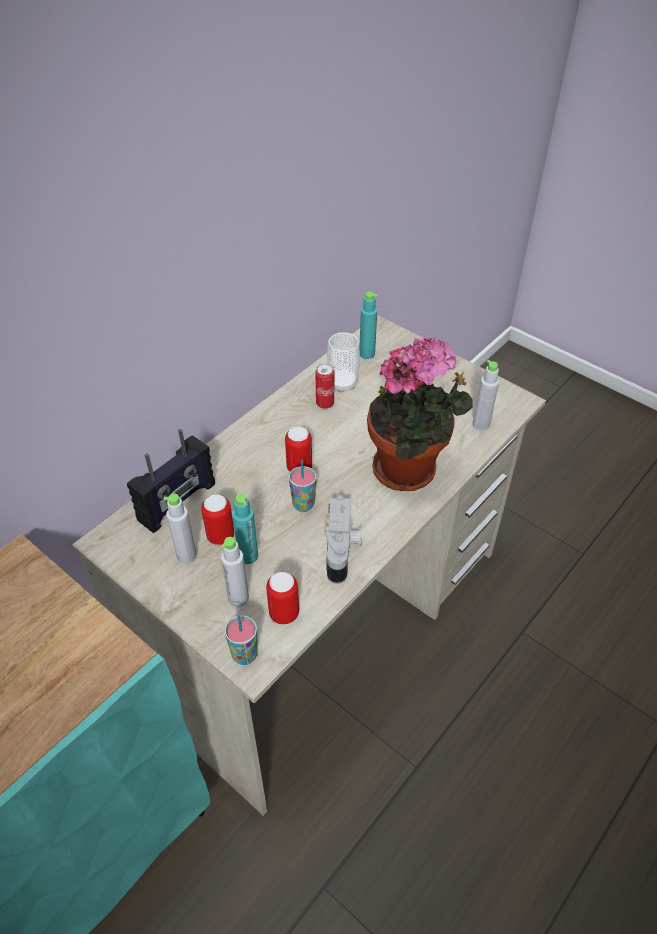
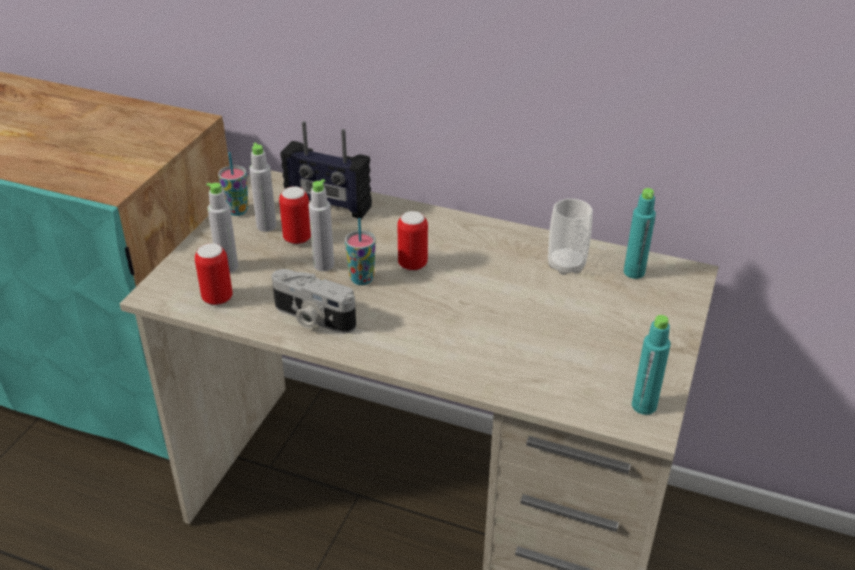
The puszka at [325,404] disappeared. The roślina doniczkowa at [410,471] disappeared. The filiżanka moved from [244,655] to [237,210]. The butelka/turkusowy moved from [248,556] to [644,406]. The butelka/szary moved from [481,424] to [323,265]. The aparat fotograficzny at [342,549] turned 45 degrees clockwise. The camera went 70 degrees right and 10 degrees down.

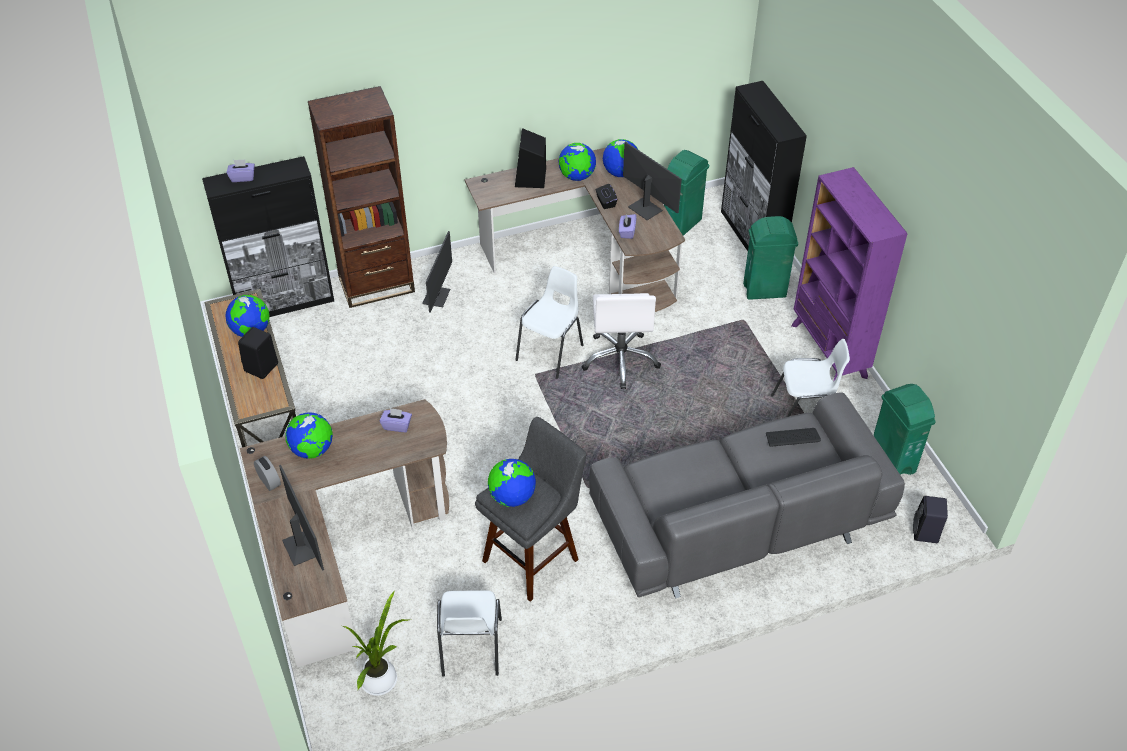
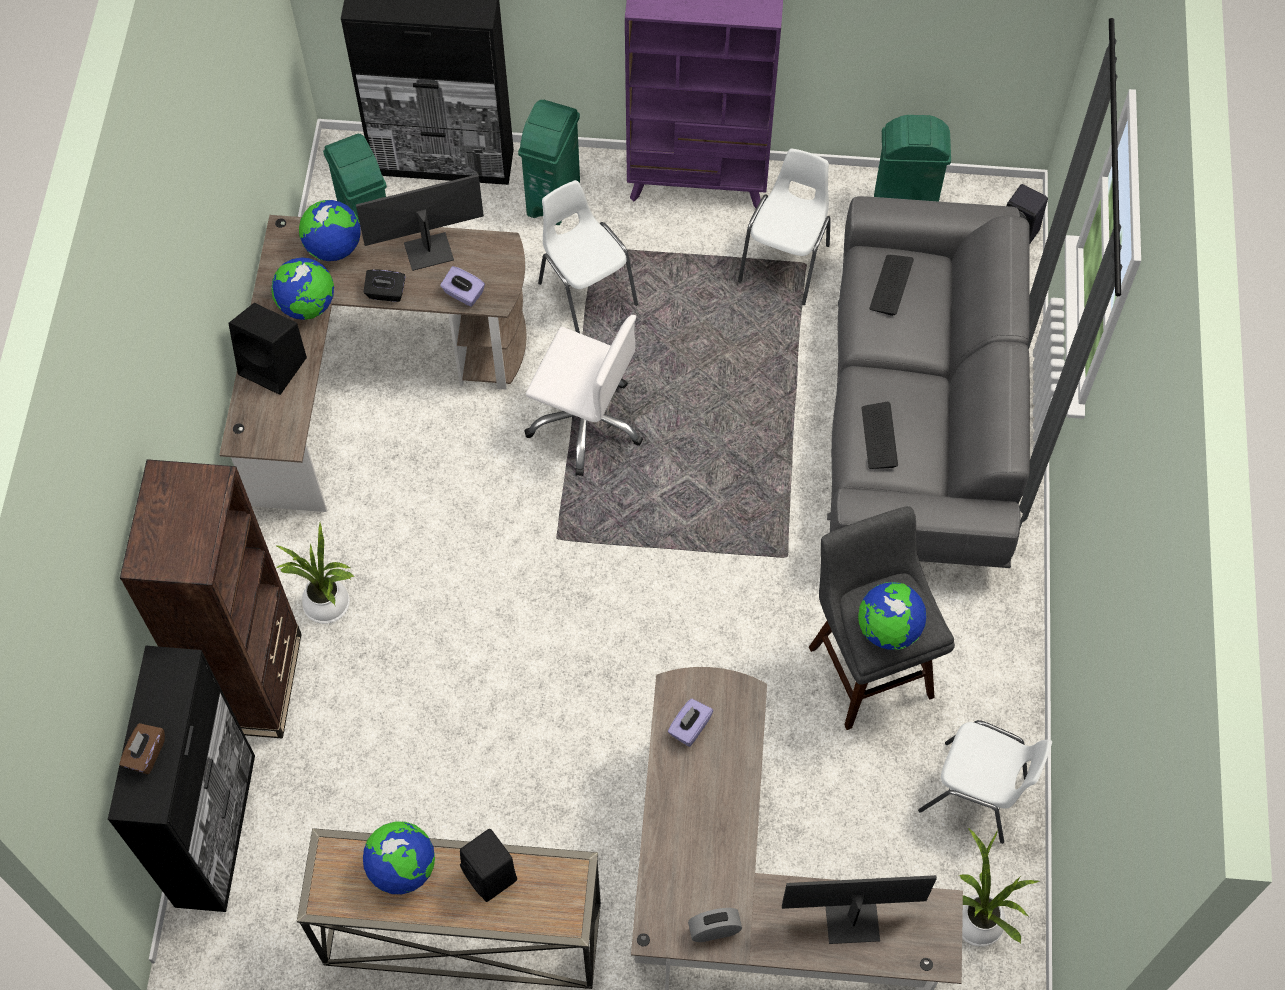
The globus at [312,450] disappeared. The klawiatura at [879,437] appeared. The krzesło/biały moved from [551,352] to [586,292]. The monitor at [437,296] was replaced by the roślina doniczkowa at [329,606]. The pudełko chusteczek/fioletowy at [242,177] became the pudełko chusteczek/brązowy at [146,754]. The camera went 65 degrees left and 15 degrees up.

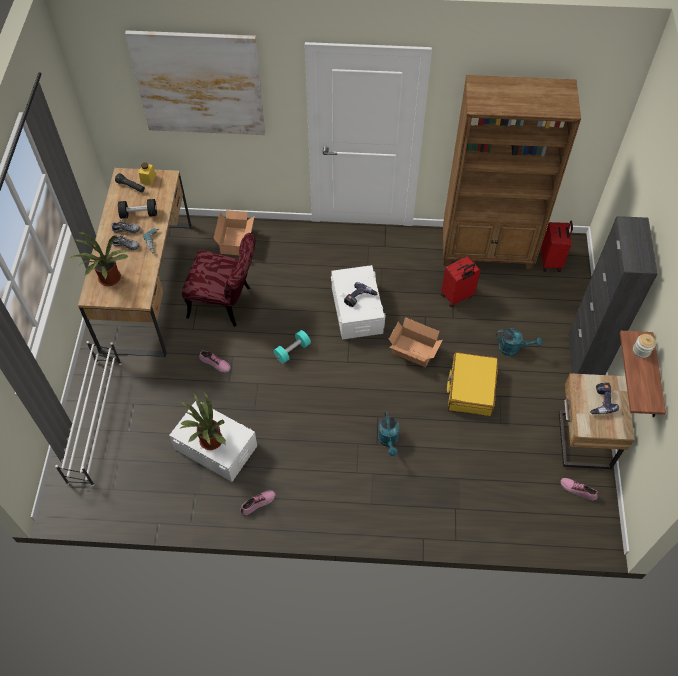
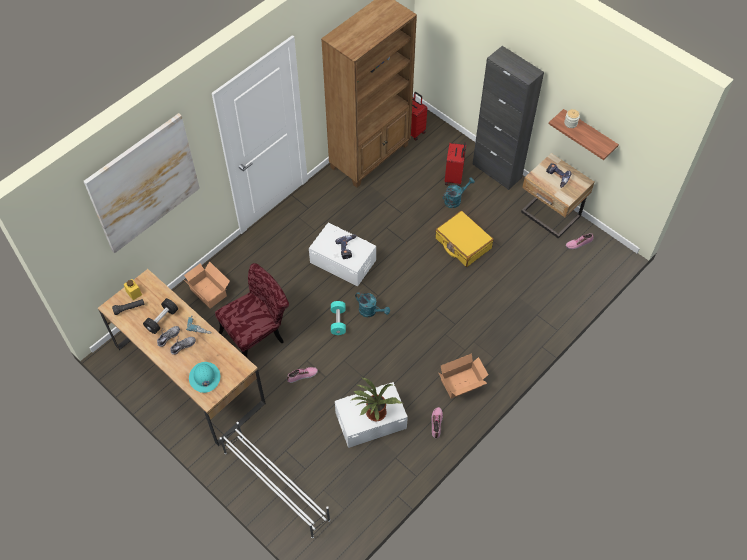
The konewka/turkusowy moved from [388,441] to [370,311]. The karton moved from [413,352] to [462,384]. The walizka/czerwony moved from [457,296] to [454,177]. The roślina doniczkowa at [109,280] was replaced by the kask/turkusowy at [204,377]. The camera went 50 degrees left and 0 degrees up.

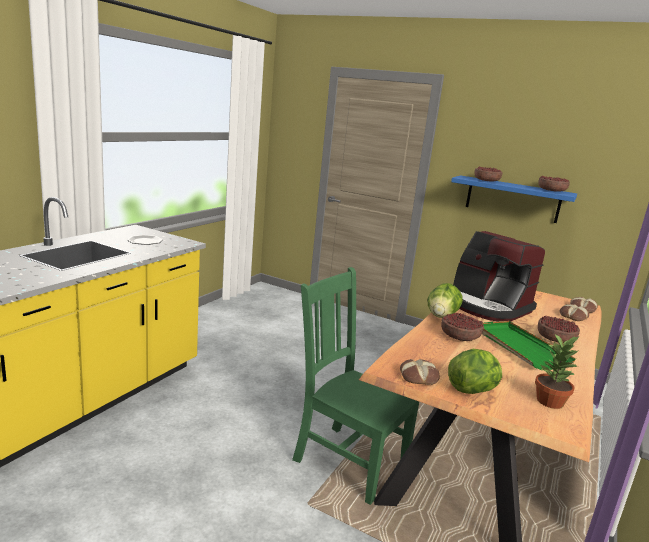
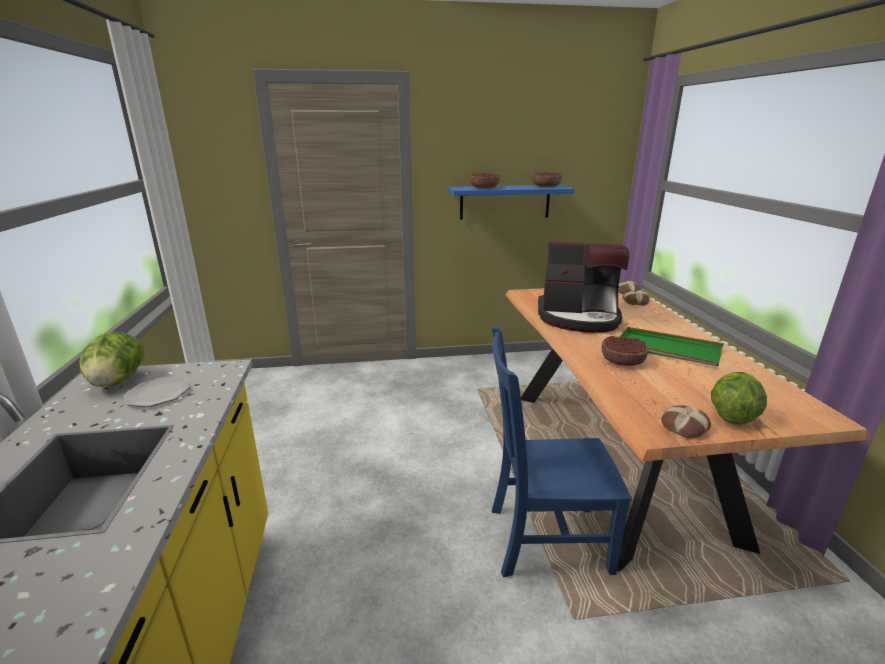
The roślina doniczkowa at [550,402] disappeared. The miska at [555,338] disappeared. The sałata moved from [441,316] to [117,381]. The krzesło/zielony at [347,460] became the krzesło/niebieski at [543,539]. The camera went 35 degrees left and 5 degrees up.

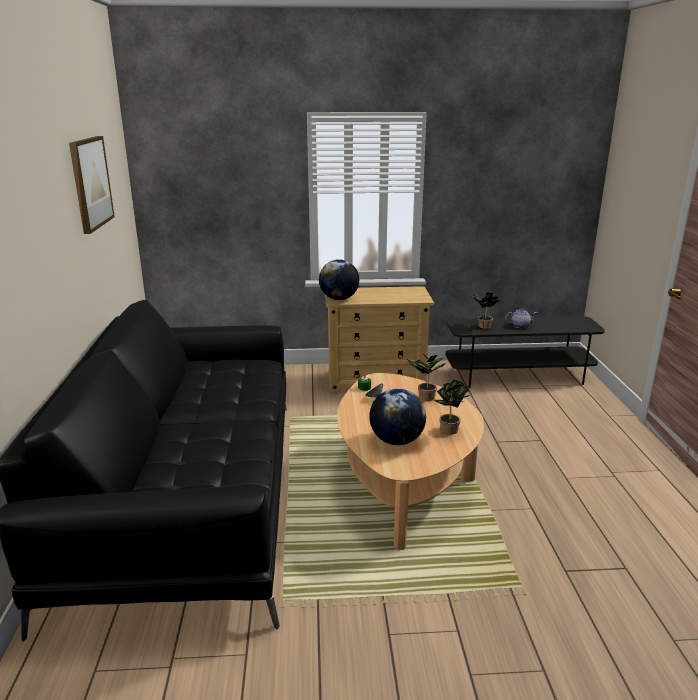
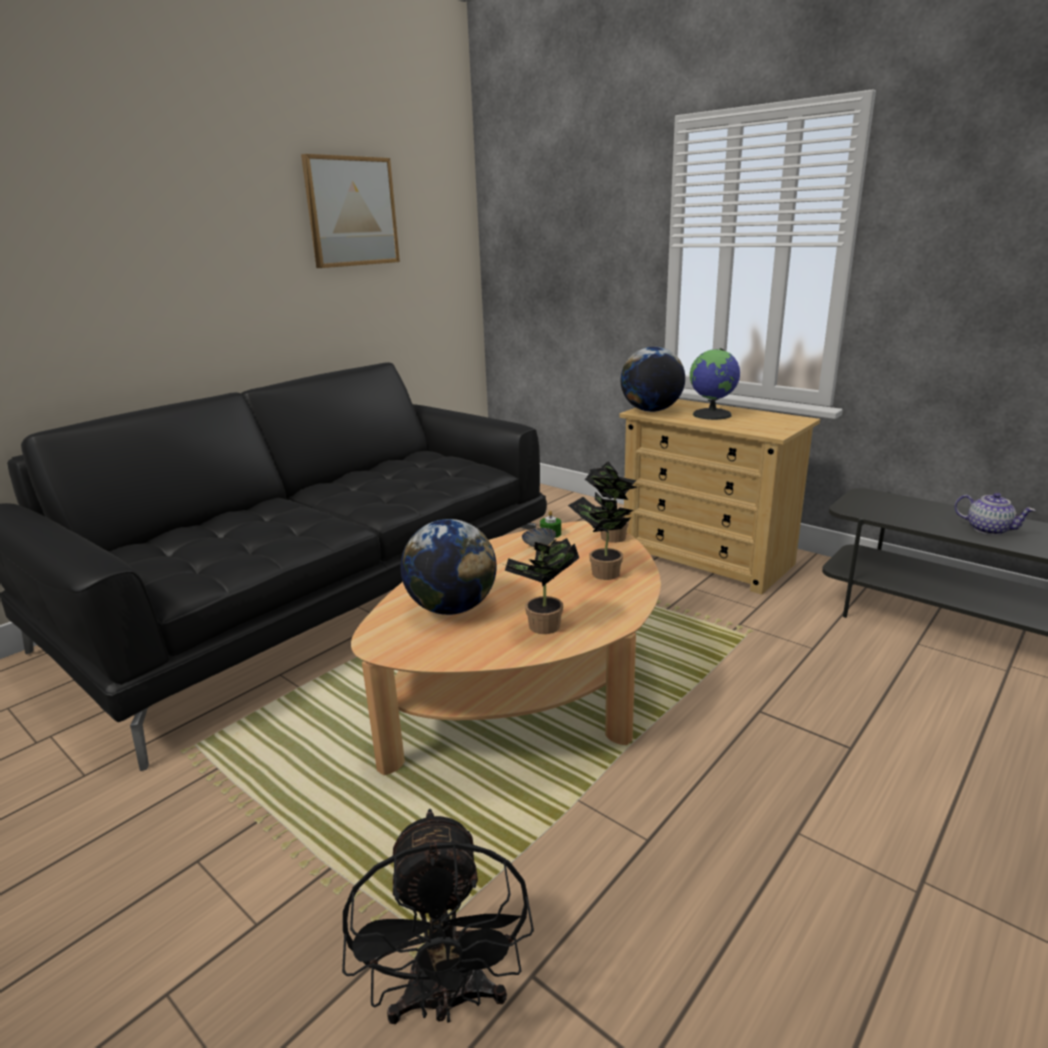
The wentylator/czarny at [447,1000] appeared. The globus at [712,414] appeared. The roślina doniczkowa moved from [482,326] to [610,536]. The camera went 45 degrees right and 0 degrees up.

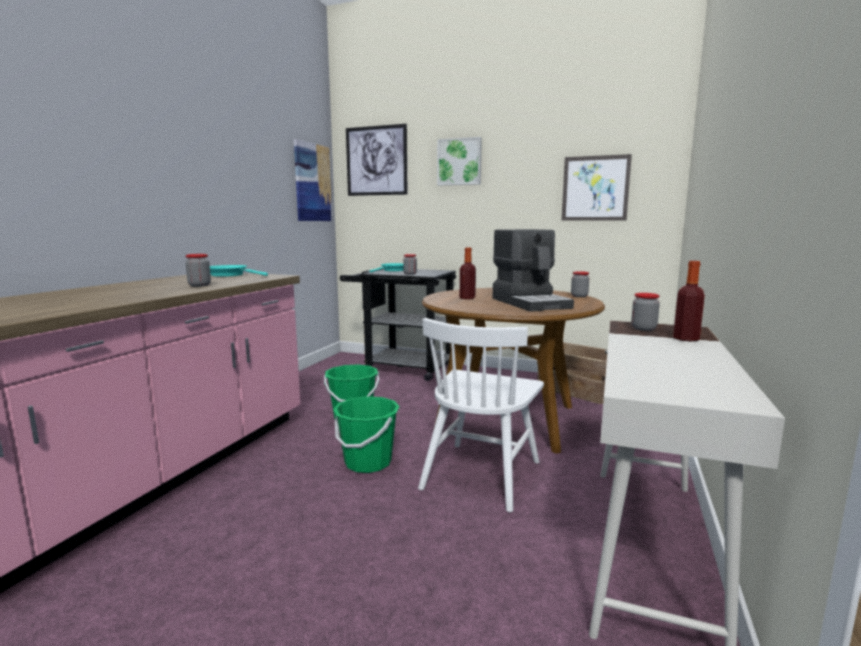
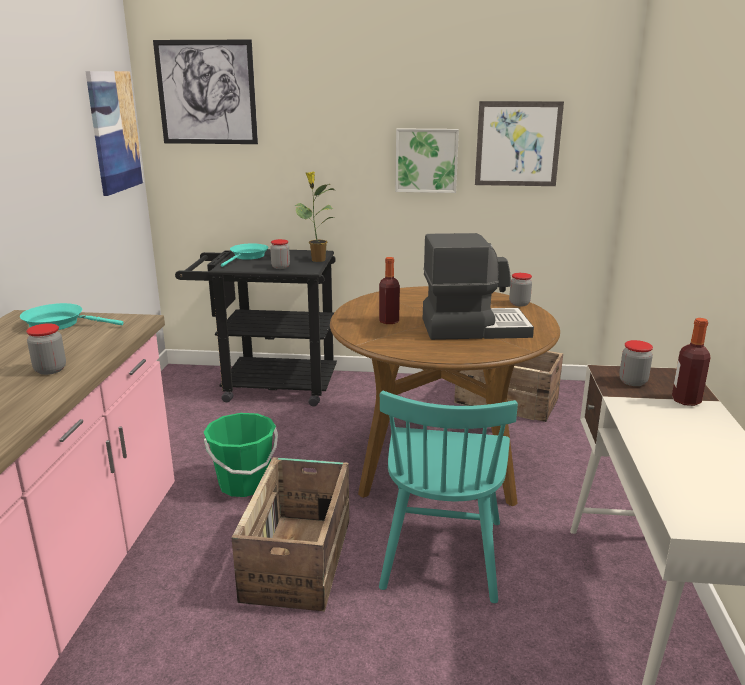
The roślina doniczkowa at [317,260] appeared. The obraz moved from [459,162] to [426,160]. The wiadro/zielony at [368,462] was replaced by the skrzynka at [299,558]. The krzesło/biały at [481,474] became the krzesło/turkusowy at [442,553]. The ekspres do kawy at [530,303] turned 60 degrees counterclockwise. The camera went 15 degrees left and 10 degrees up.

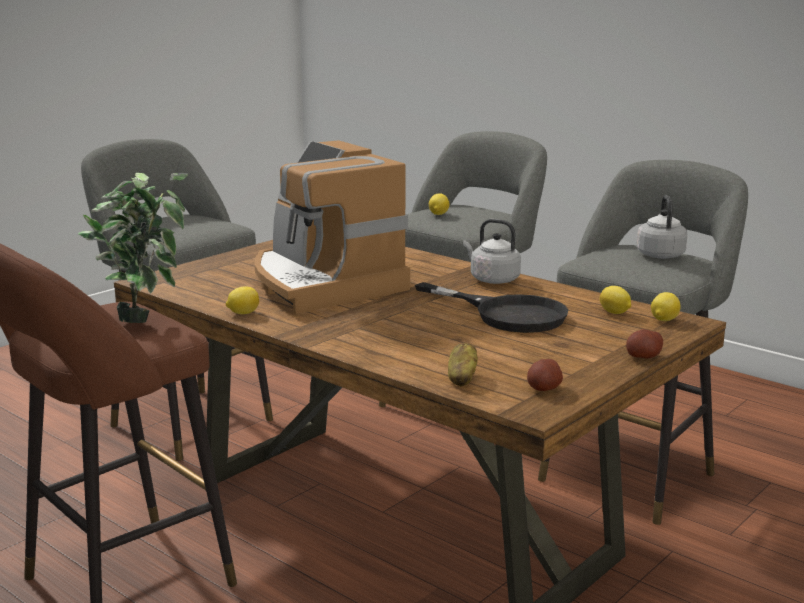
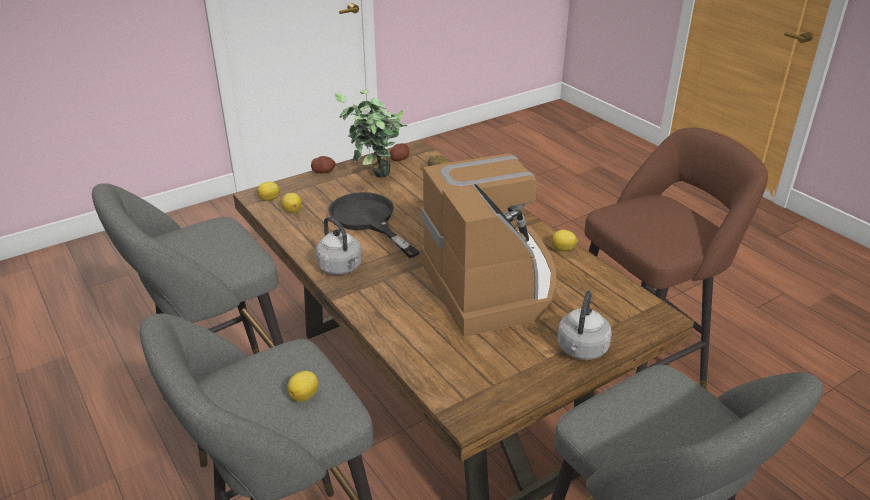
The roślina doniczkowa moved from [144,317] to [374,179]. The czajnik/szary moved from [660,254] to [581,350]. The camera went 165 degrees left and 15 degrees up.

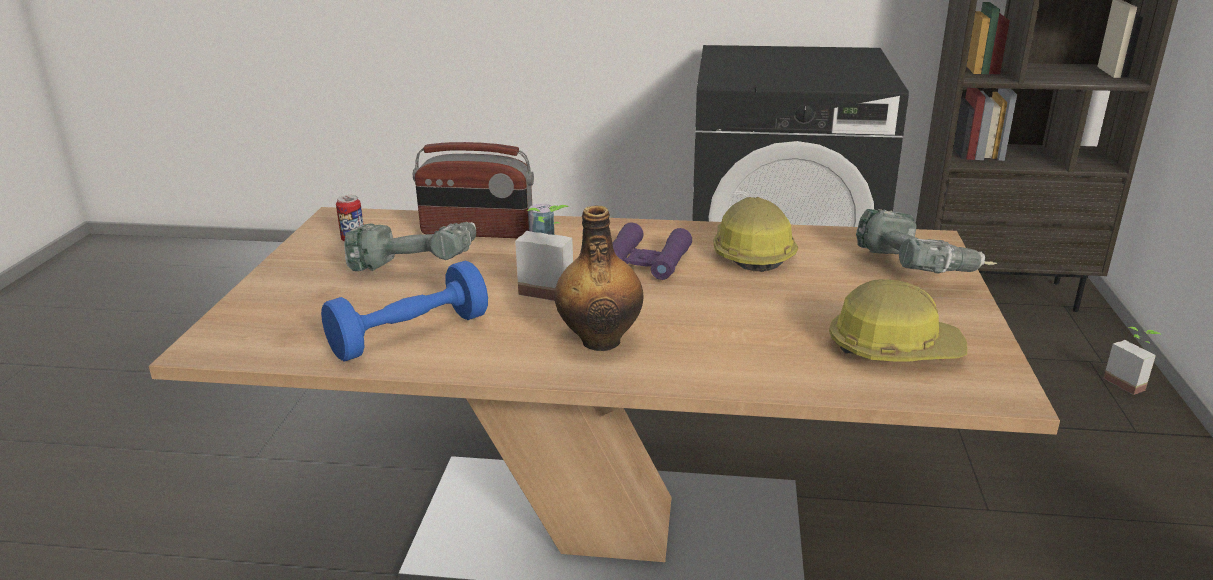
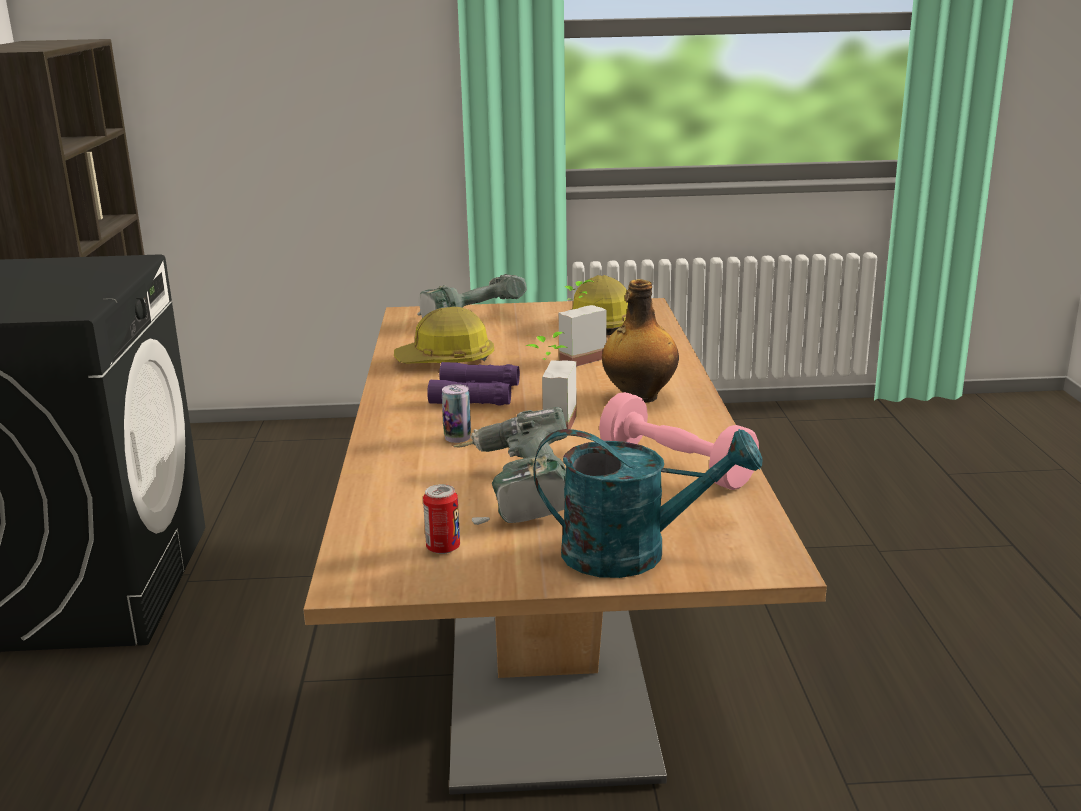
The radio at [477,232] disappeared. The konewka/turkusowy at [633,553] appeared. The roślina doniczkowa moved from [1129,382] to [577,357]. The hantel/niebieski at [410,335] became the hantel/różowy at [676,466]. The camera went 100 degrees left and 5 degrees down.

